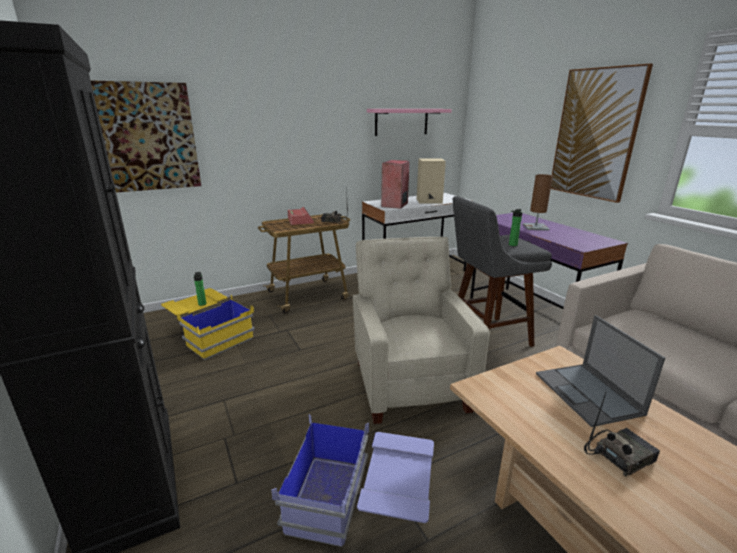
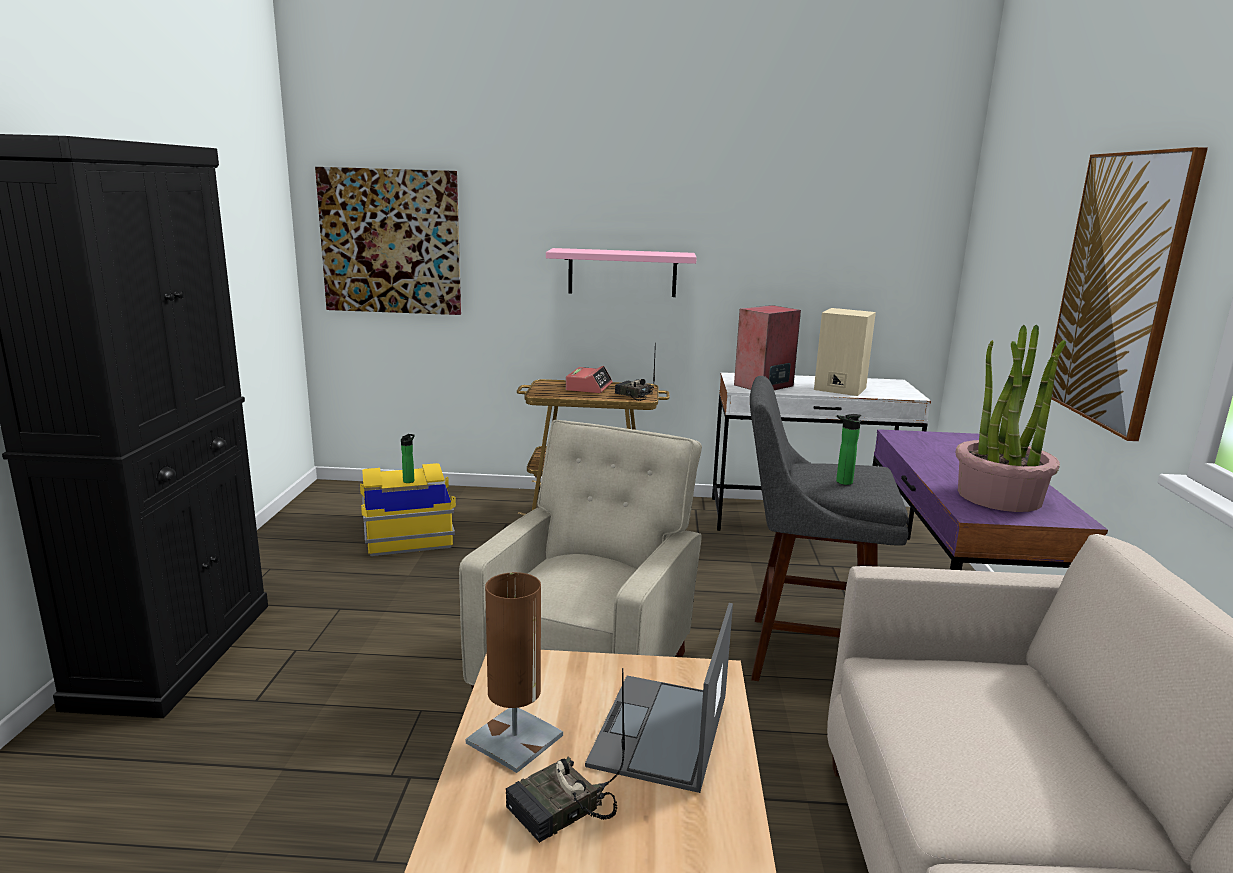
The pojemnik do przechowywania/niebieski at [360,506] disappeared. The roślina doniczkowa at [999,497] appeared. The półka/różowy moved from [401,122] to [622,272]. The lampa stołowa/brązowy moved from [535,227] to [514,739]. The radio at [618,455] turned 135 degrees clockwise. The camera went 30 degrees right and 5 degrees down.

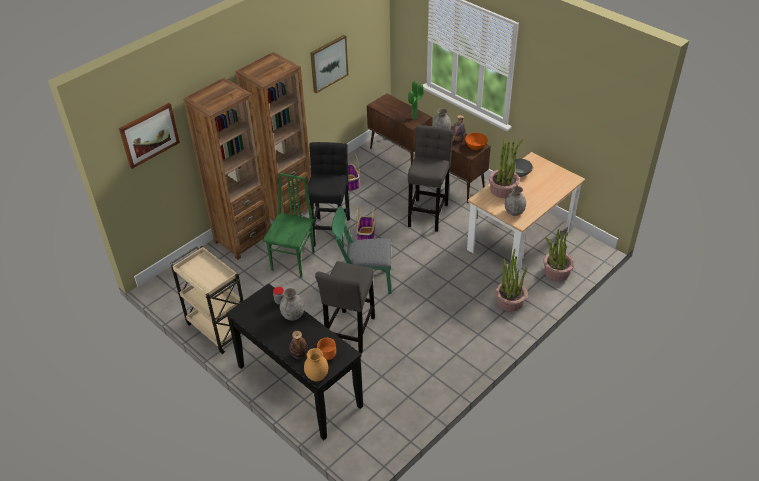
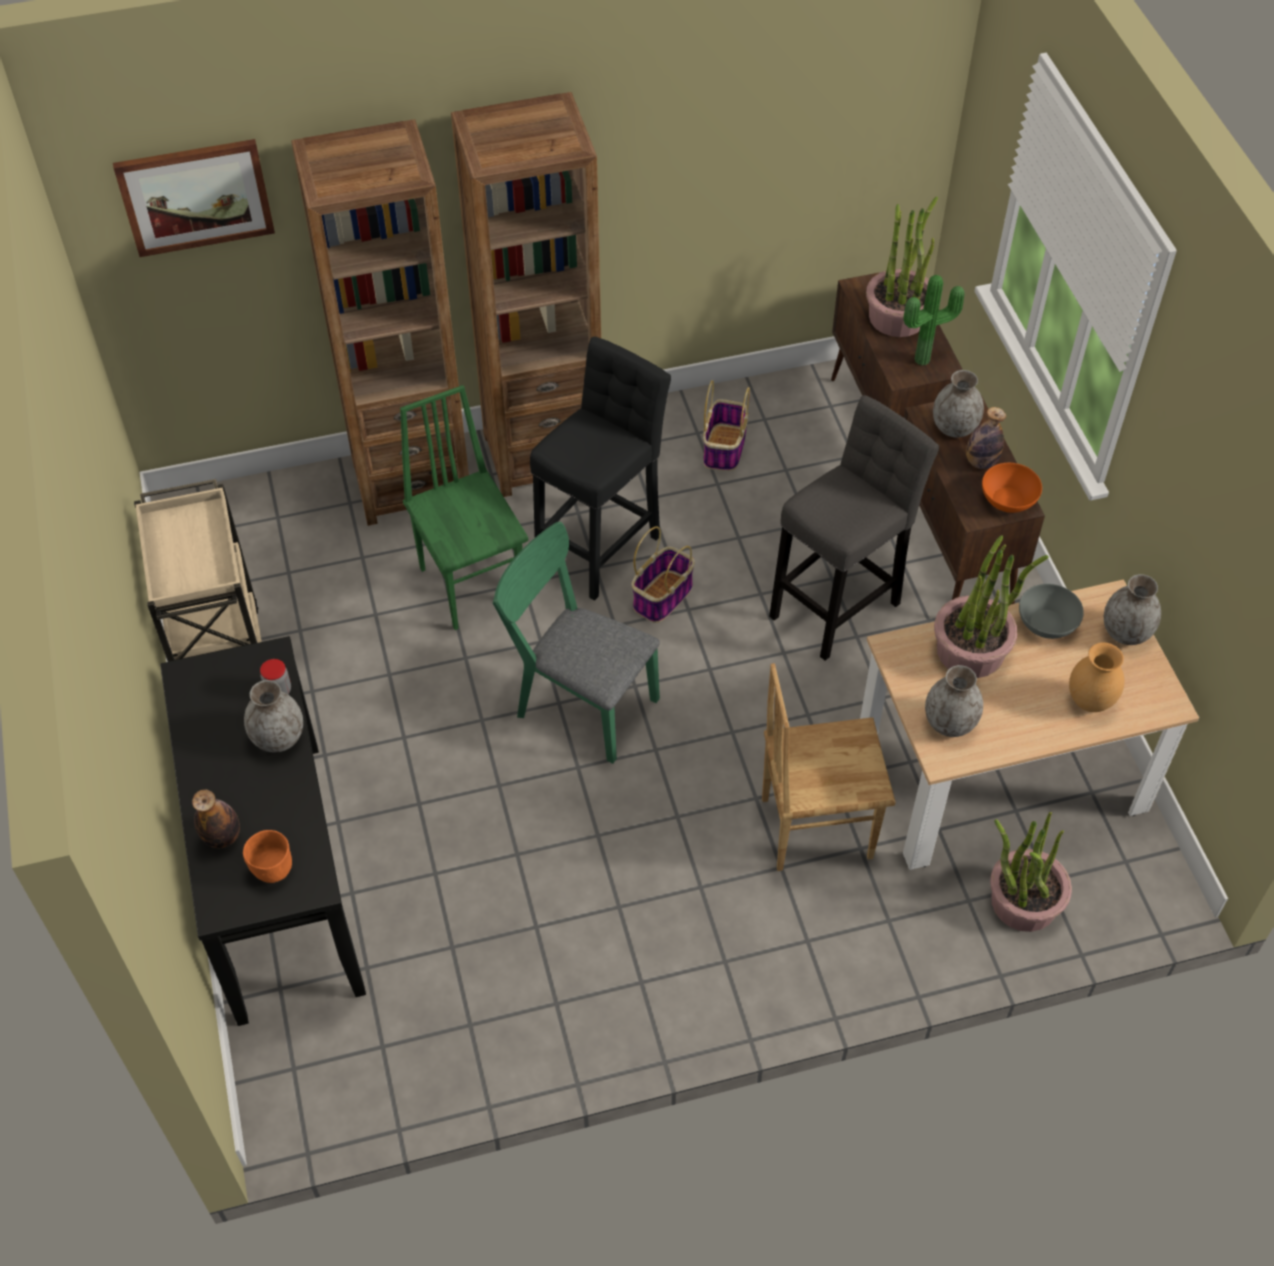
The obraz at [328,63] disappeared. The stołek/szary at [350,334] disappeared. The krzesło/brązowy at [815,826] appeared. The wazon/szary at [1125,632] appeared. The wazon/brązowy moved from [317,377] to [1090,702]. The roślina doniczkowa moved from [510,301] to [898,316]. The krzesło/zielony at [294,261] turned 75 degrees counterclockwise. The camera went 30 degrees right and 10 degrees up.

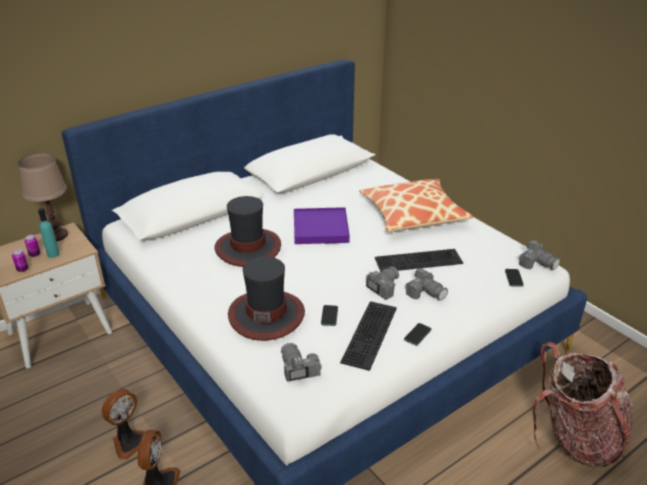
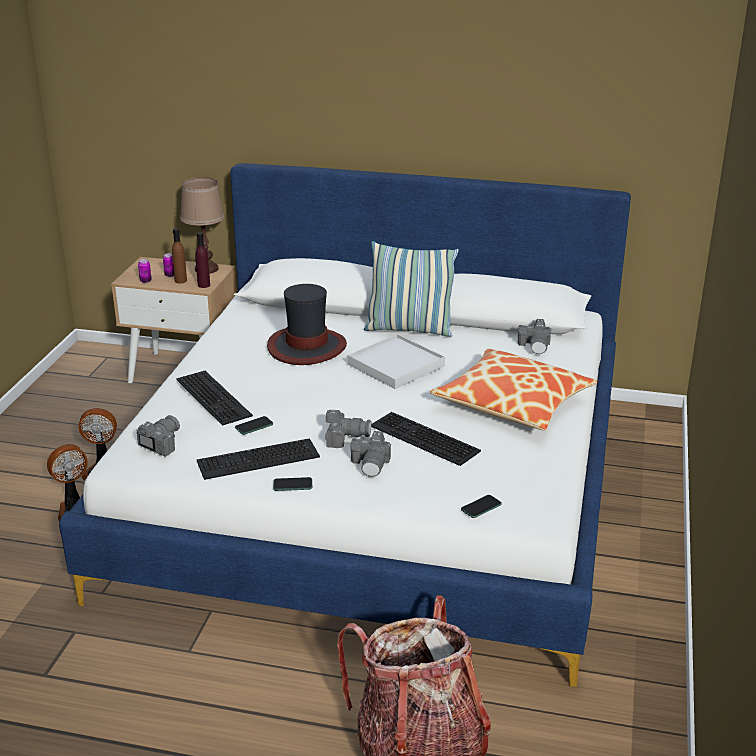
The butelka/fioletowy at [204,285] appeared. The poduszka at [409,329] appeared. The aparat fotograficzny moved from [537,263] to [535,346]. The kapelusz at [266,314] was replaced by the klawiatura at [215,397]. The butelka/turkusowy at [53,254] became the butelka/brązowy at [180,281]. The taca/fioletowy at [320,228] became the taca/biały at [395,365]. The camera went 50 degrees right and 5 degrees down.

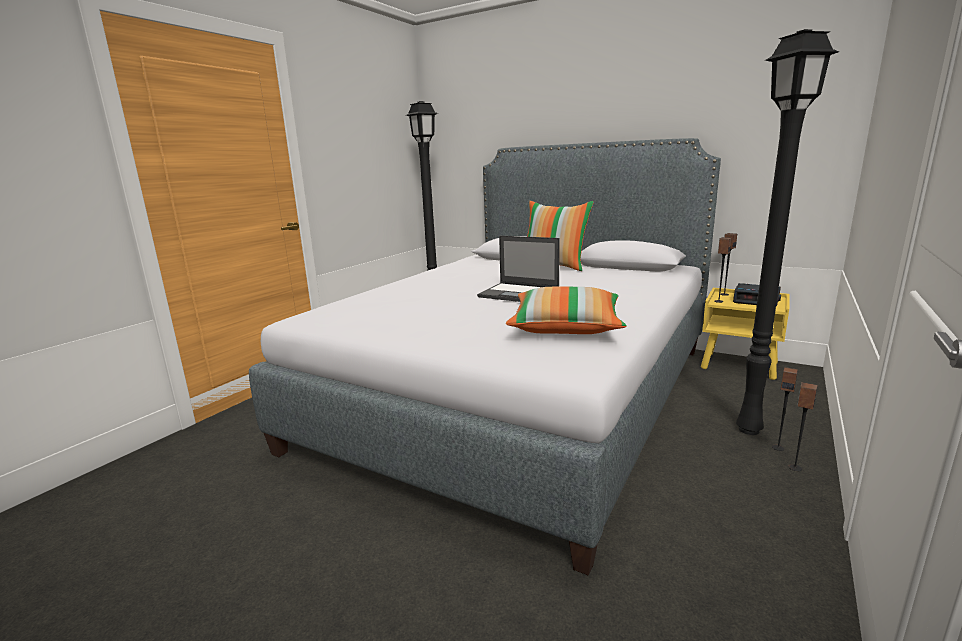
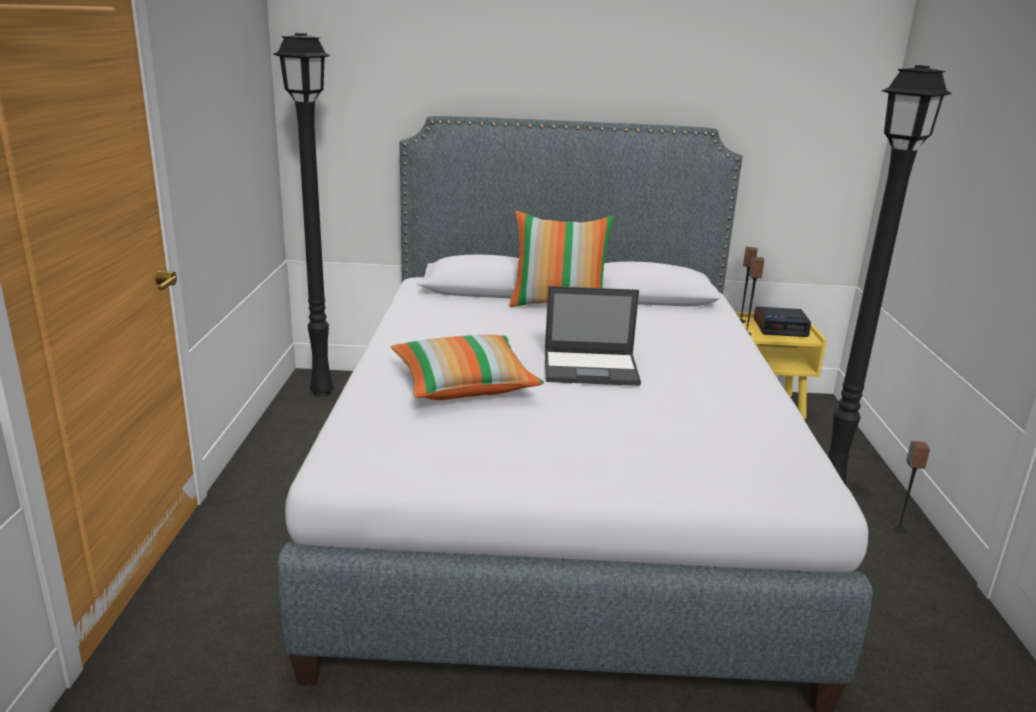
The głośnik at [778,447] disappeared. The poduszka moved from [566,327] to [464,385]. The camera went 30 degrees left and 5 degrees up.

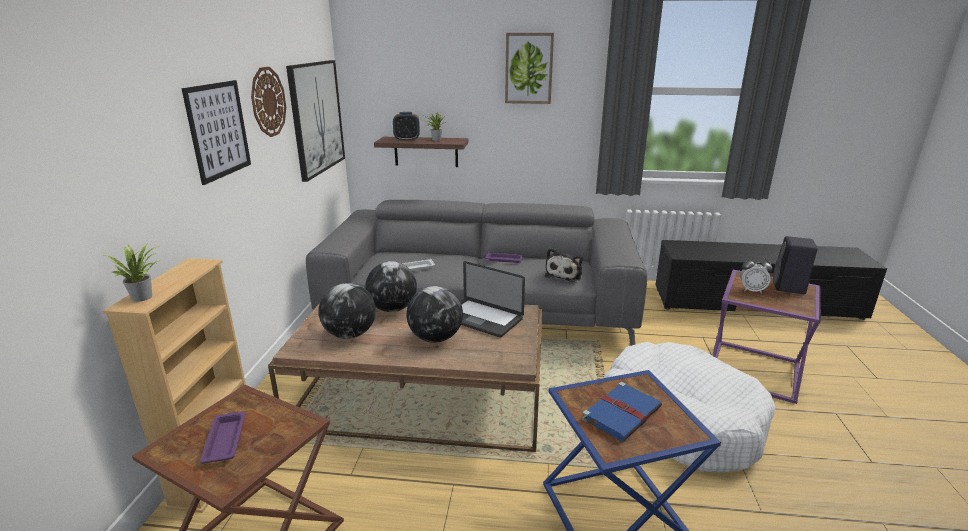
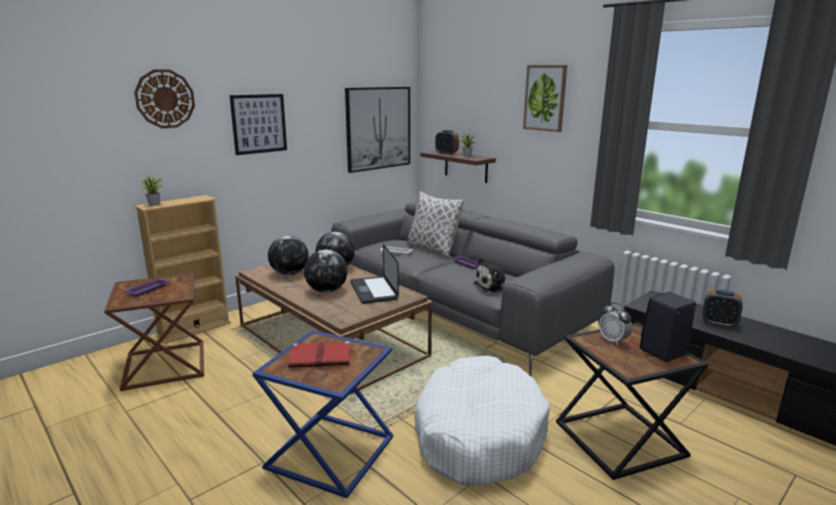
The poduszka at [432,249] appeared. The budzik at [719,323] appeared. The zegar ścienny moved from [268,102] to [165,99]. The książka/niebieski at [622,413] became the książka/czerwony at [321,357]. The stolik/fioletowy at [755,370] became the stolik/czarny at [622,440]. The camera went 40 degrees right and 5 degrees down.

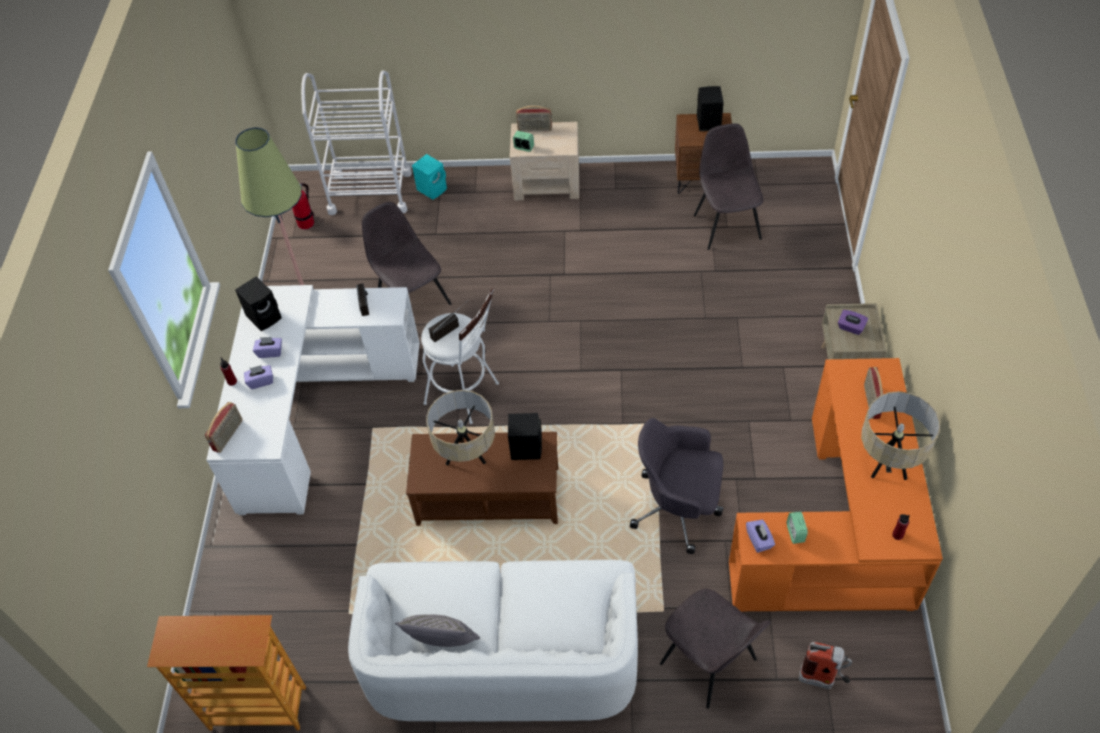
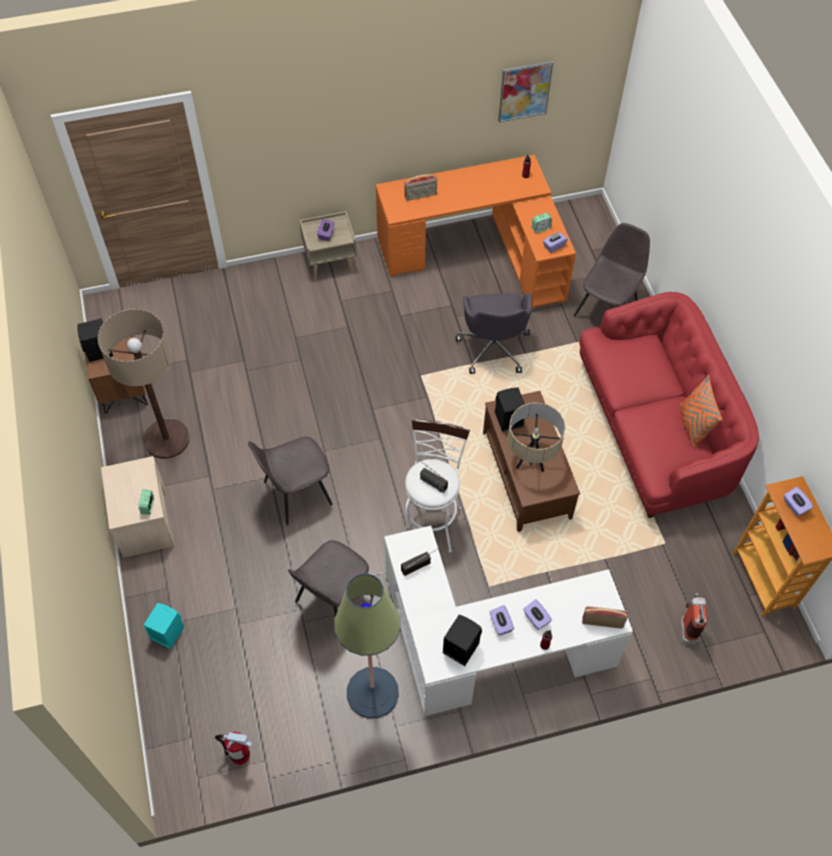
The wózek/biały at [370,192] disappeared. The radio at [534,129] disappeared. The lampa stołowa/beżowy at [888,464] disappeared. The lampa stojąca at [166,439] appeared. The obraz at [524,91] appeared. The pudełko chusteczek/fioletowy at [795,506] appeared. The krzesło/szary moved from [726,225] to [295,494]. The gaśnica moved from [823,680] to [687,626]. The kanapa/biały at [503,658] became the kanapa/czerwony at [654,429]. The poduszka/szary at [443,642] became the poduszka/pomarańczowy at [693,425]. The camera went 110 degrees left and 5 degrees up.

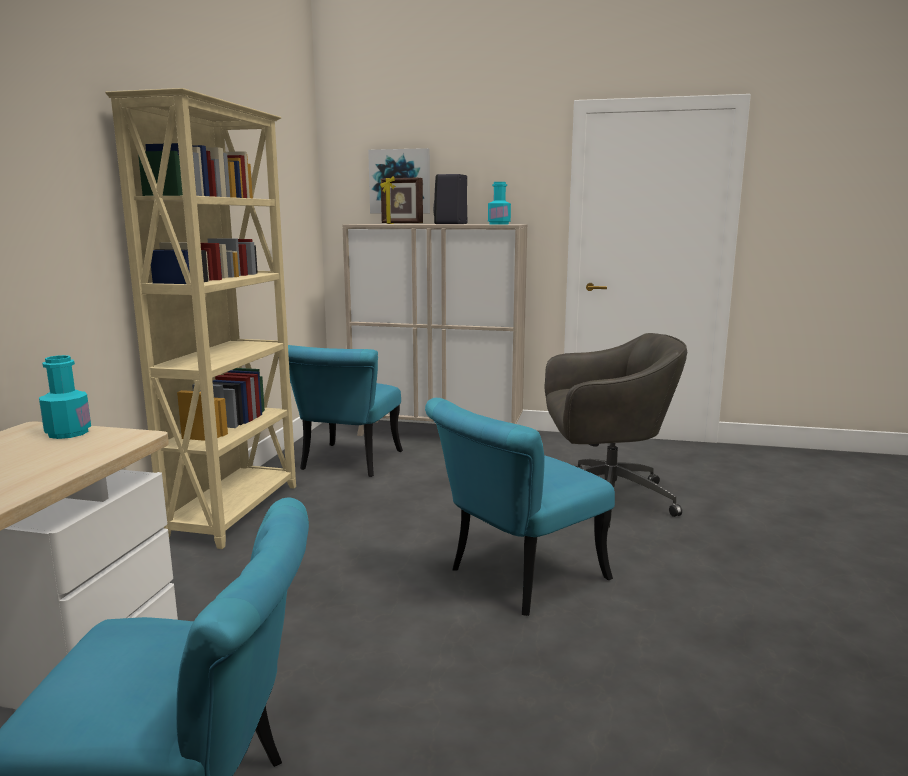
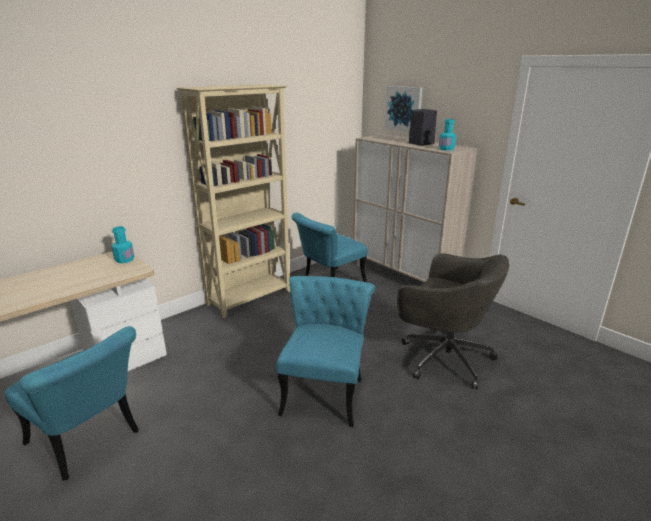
The ramka na zdjęcie at [401,223] disappeared. The krzesło/turkusowy at [516,579] turned 105 degrees clockwise. The camera went 35 degrees right and 10 degrees up.

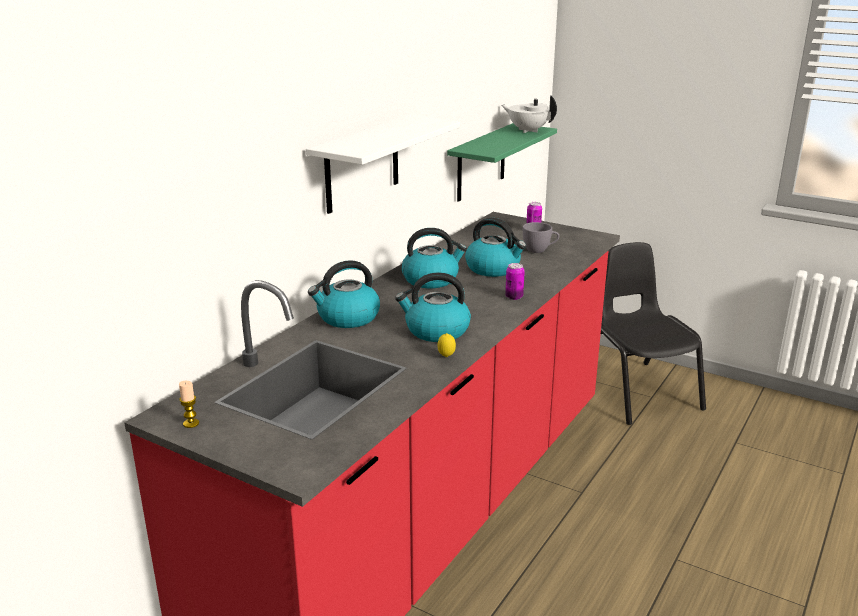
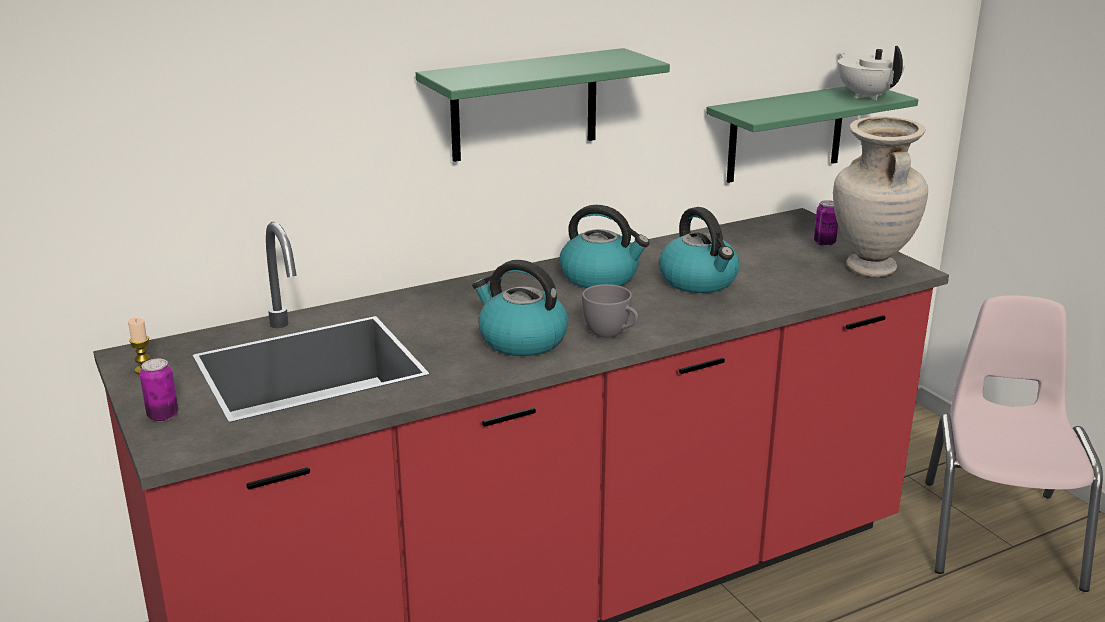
The czajnik at [347,318] disappeared. The cytryna at [446,357] disappeared. The wazon/beżowy at [869,269] appeared. The puszka moved from [514,297] to [163,415]. The filiżanka/szary moved from [539,250] to [611,333]. The półka/biały at [362,164] became the półka/zielony at [524,105]. The krzesło/czarny at [639,391] became the krzesło/różowy at [999,532]. The camera went 30 degrees right and 0 degrees up.

